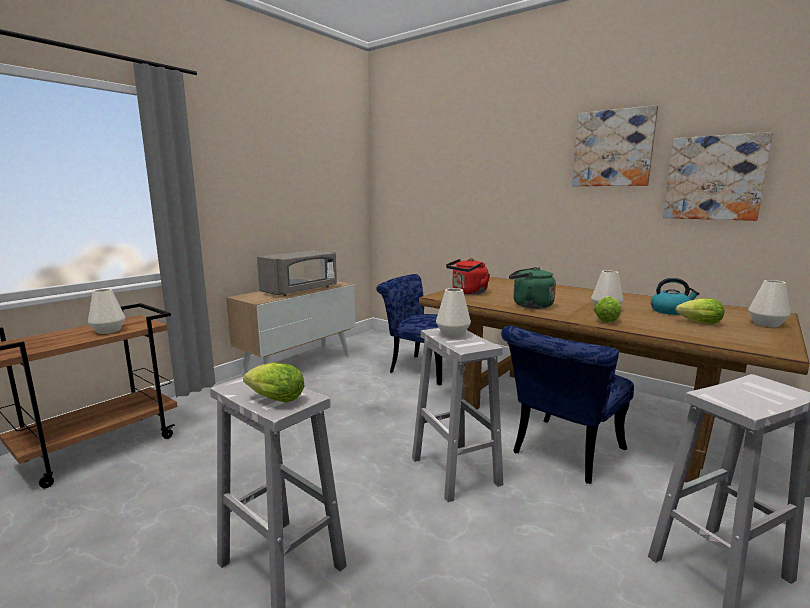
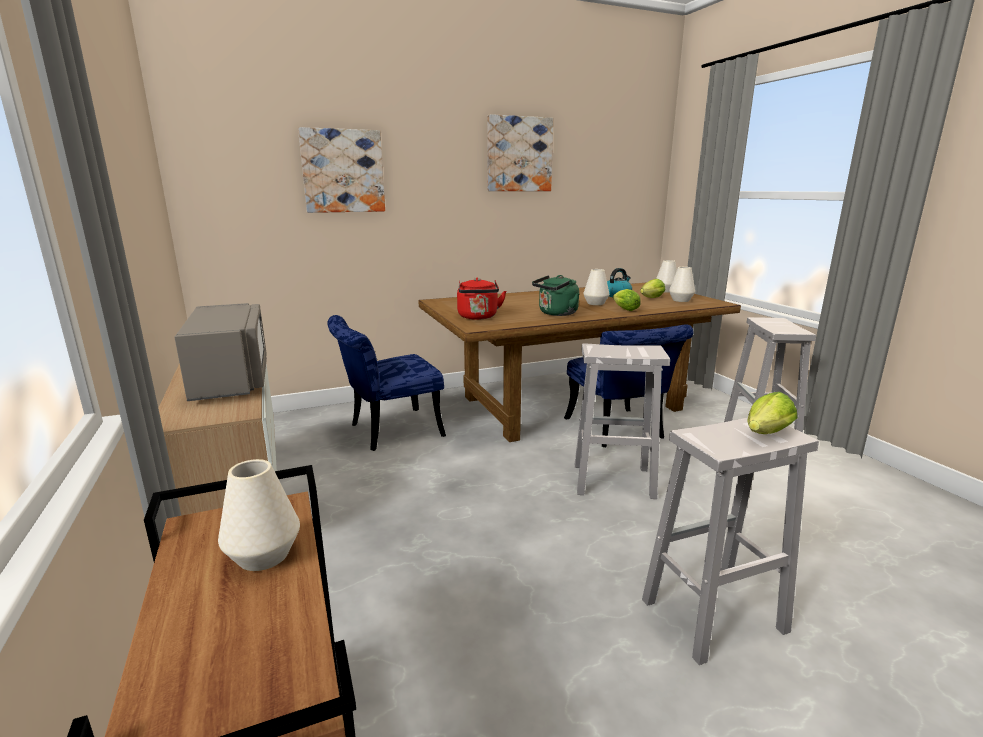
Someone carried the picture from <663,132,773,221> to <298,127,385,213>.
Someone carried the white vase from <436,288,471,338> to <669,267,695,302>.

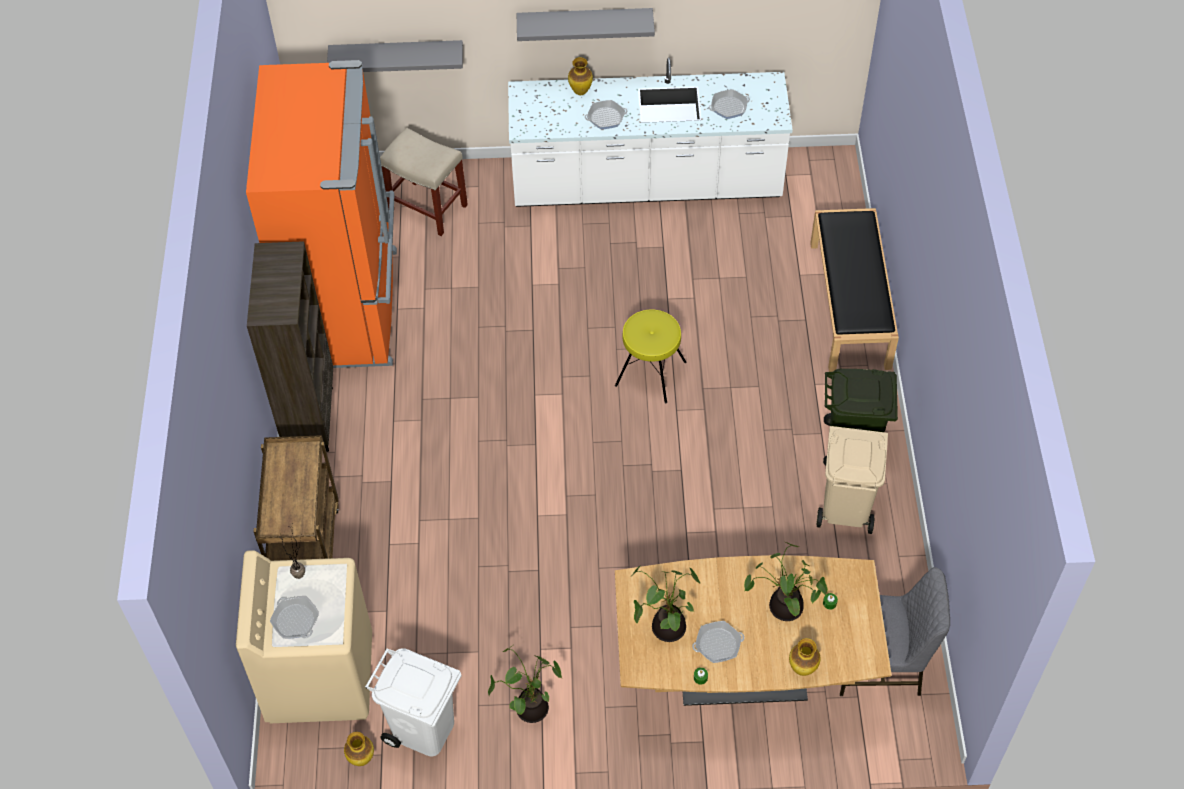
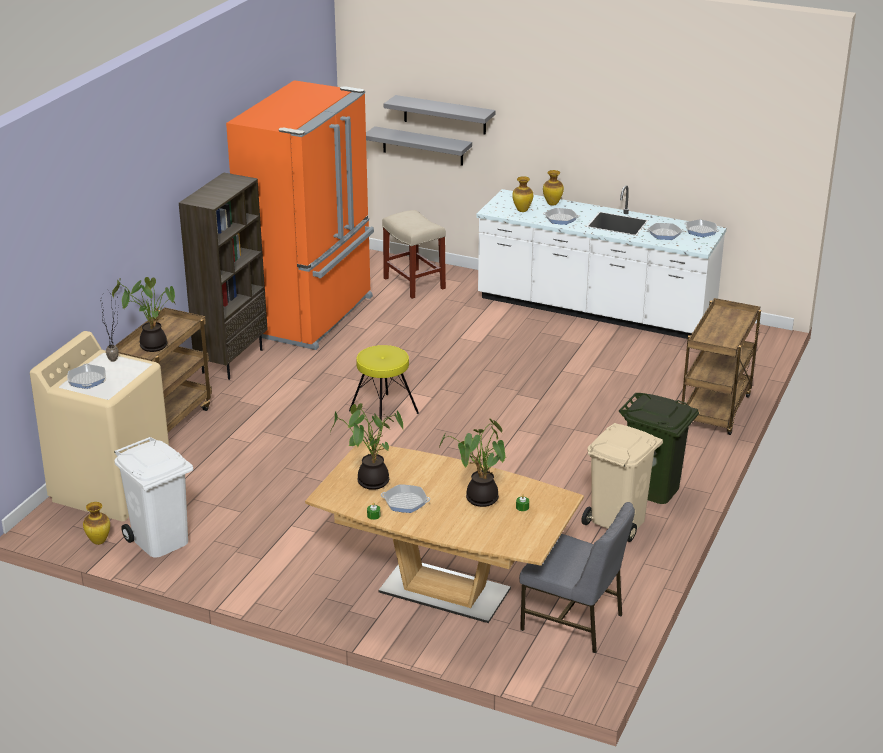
Someone carried the potted plant from <488,645,562,723> to <112,277,175,352>.
Someone carried the yellow stool from <615,310,686,403> to <349,345,419,430>.
Someone carried the grey shelf from <517,8,655,41> to <384,95,496,135>.
Someone carried the vase from <789,638,821,676> to <512,176,533,212>.
Someone swapped the black bench at <810,208,899,372> for the brown cart at <682,298,761,435>.
Someone put down the frying pan at <684,219,719,237>.

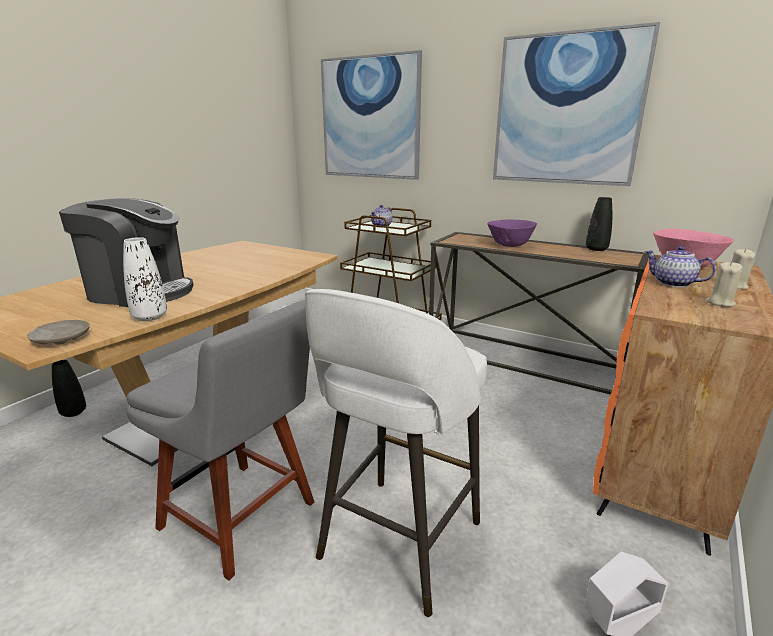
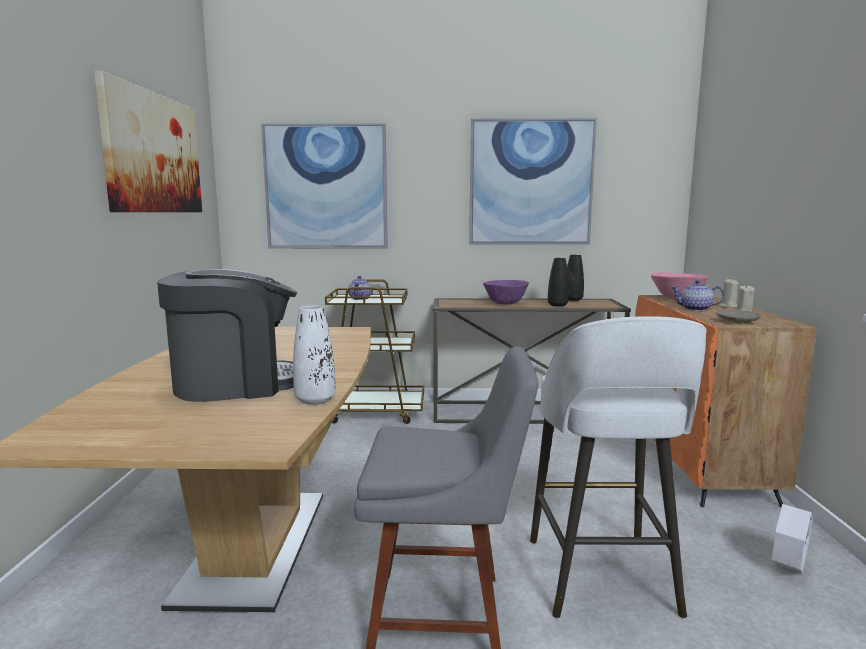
Someone put up the picture at <94,71,202,212>.
Someone carried the black vase from <52,360,86,417> to <548,258,569,307>.
Someone carried the beige plate from <27,320,90,345> to <716,310,762,324>.

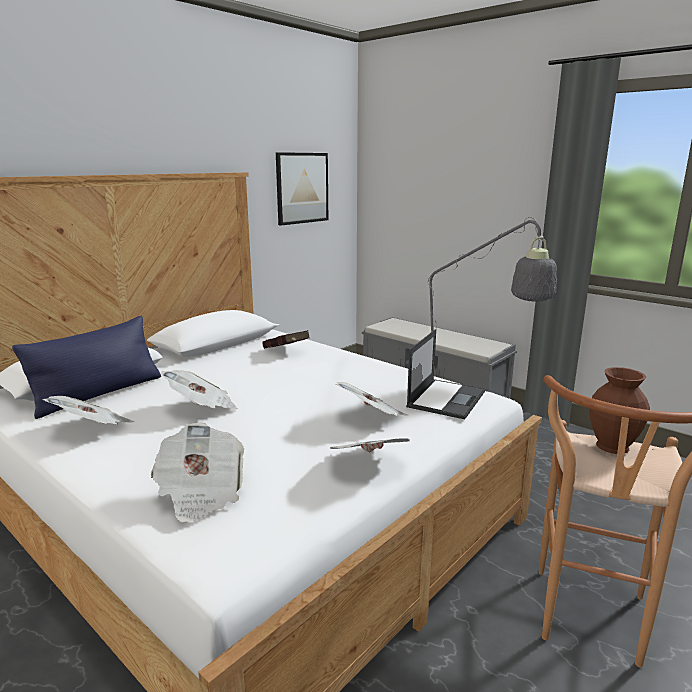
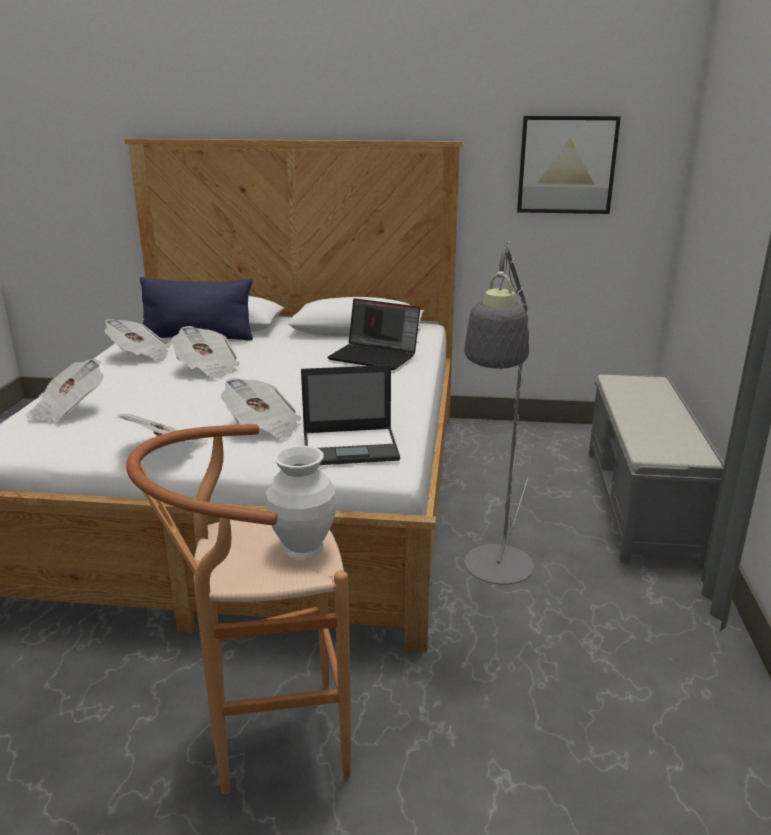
Someone repainted the brown vase at <590,367,650,454>, which became the white vase at <265,445,336,559>.
Someone swapped the red book at <262,330,310,349> for the laptop at <327,298,420,370>.

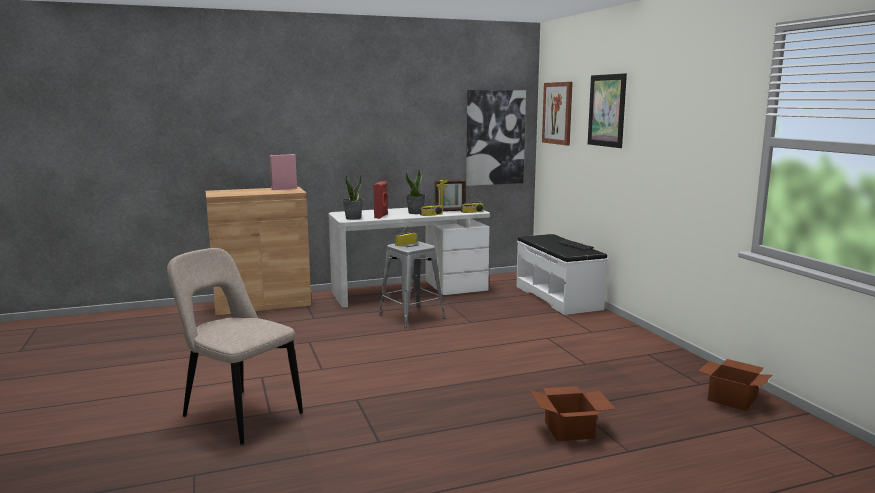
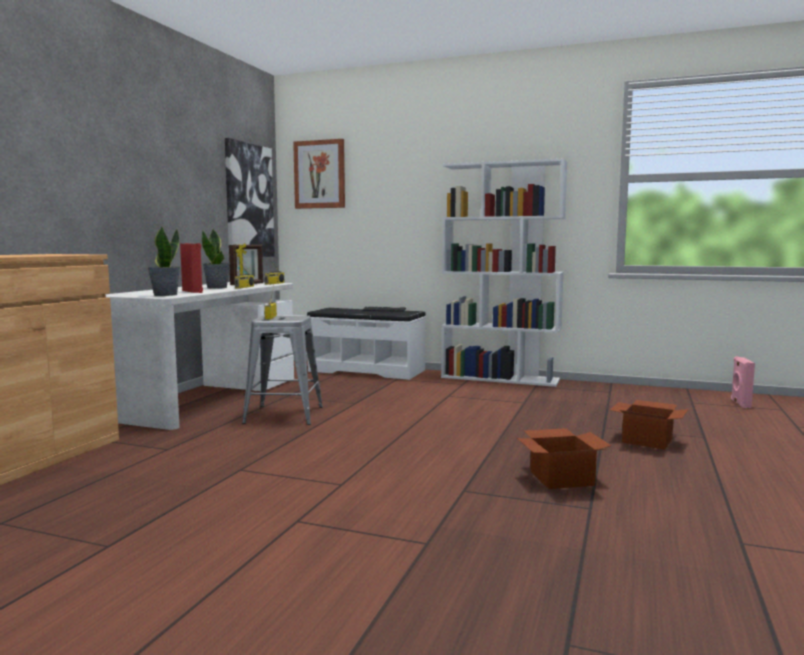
Someone put down the white bookcase at <441,158,567,387>.
Someone carried the cardboard box from <698,359,772,411> to <517,428,612,489>.
Someone carried the pink speaker from <269,154,297,190> to <731,357,755,408>.
Someone took away the beige chair at <167,248,303,445>.
Someone took away the picture at <588,73,627,148>.

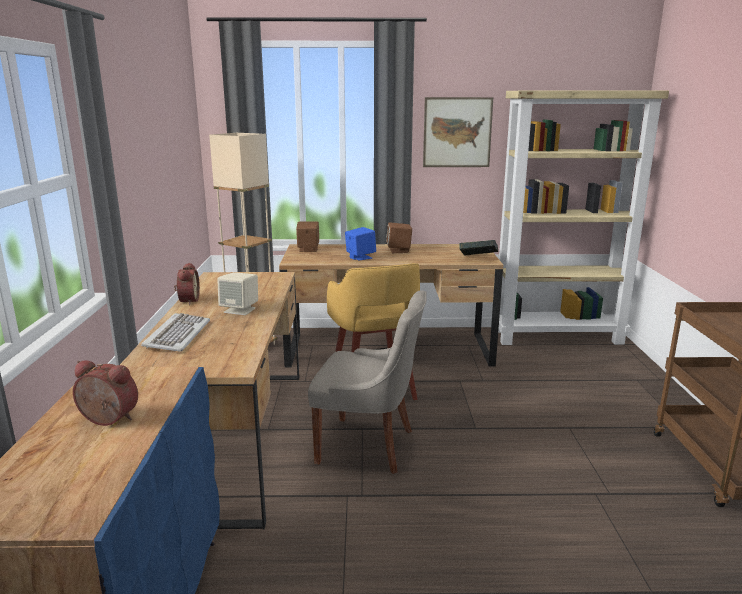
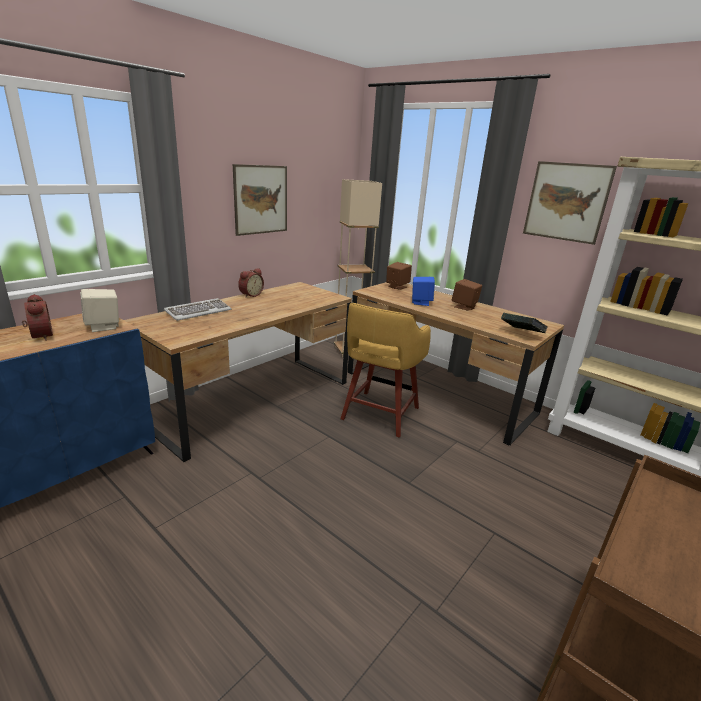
Someone carried the beige speaker from <217,272,258,315> to <80,289,119,332>.
Someone put up the picture at <233,164,287,236>.
Someone took away the grey chair at <308,291,427,474>.

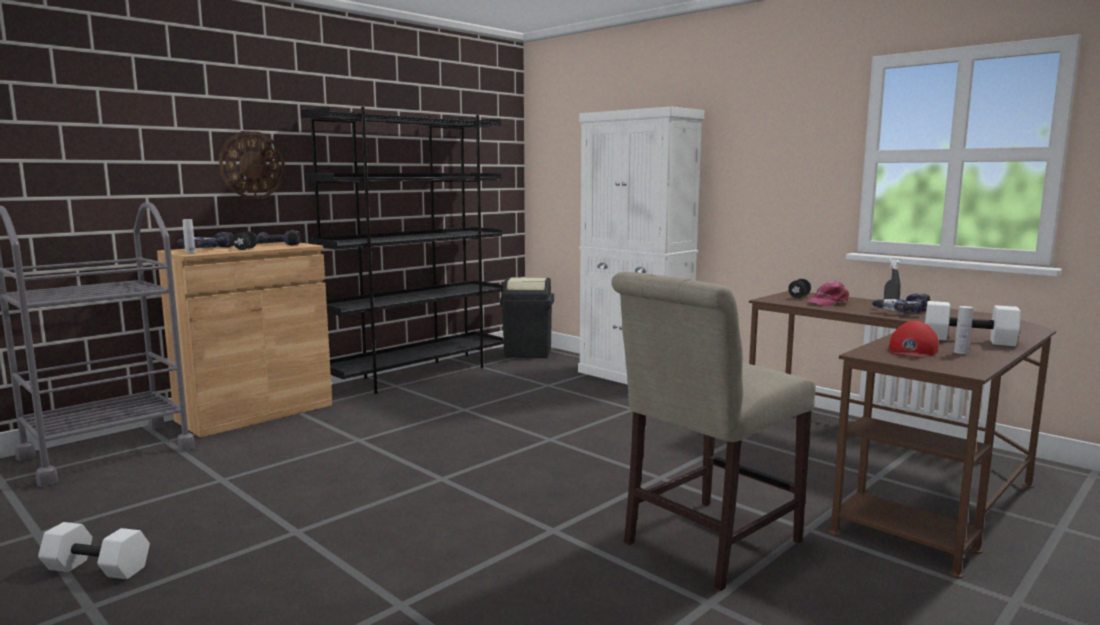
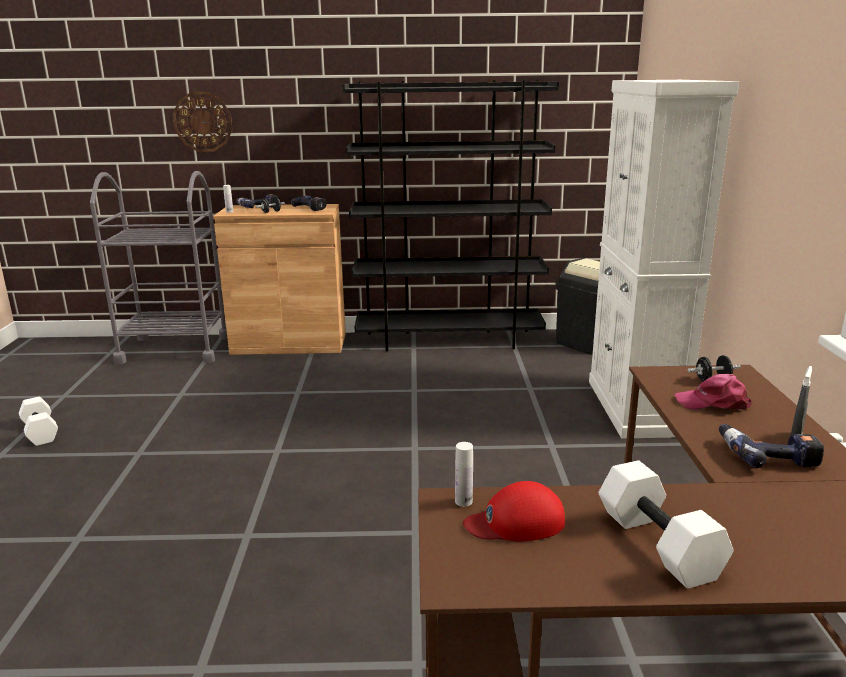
Someone carried the wall clock from <219,131,285,199> to <173,91,233,152>.
Someone carried the white bottle from <954,306,973,354> to <455,442,473,507>.
Someone took away the beige chair at <611,272,816,591>.

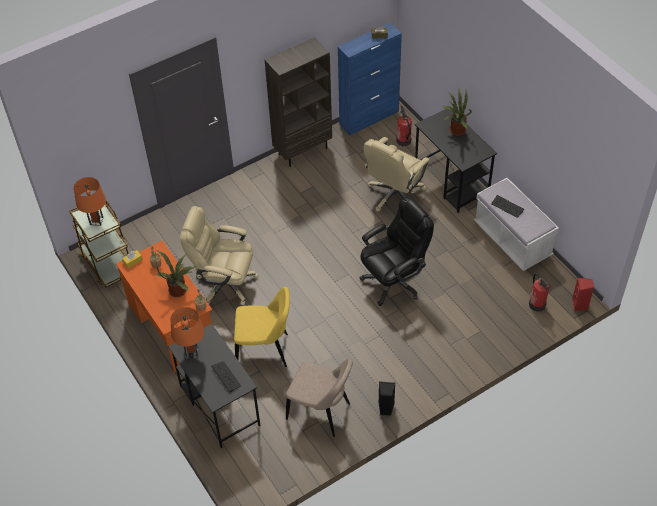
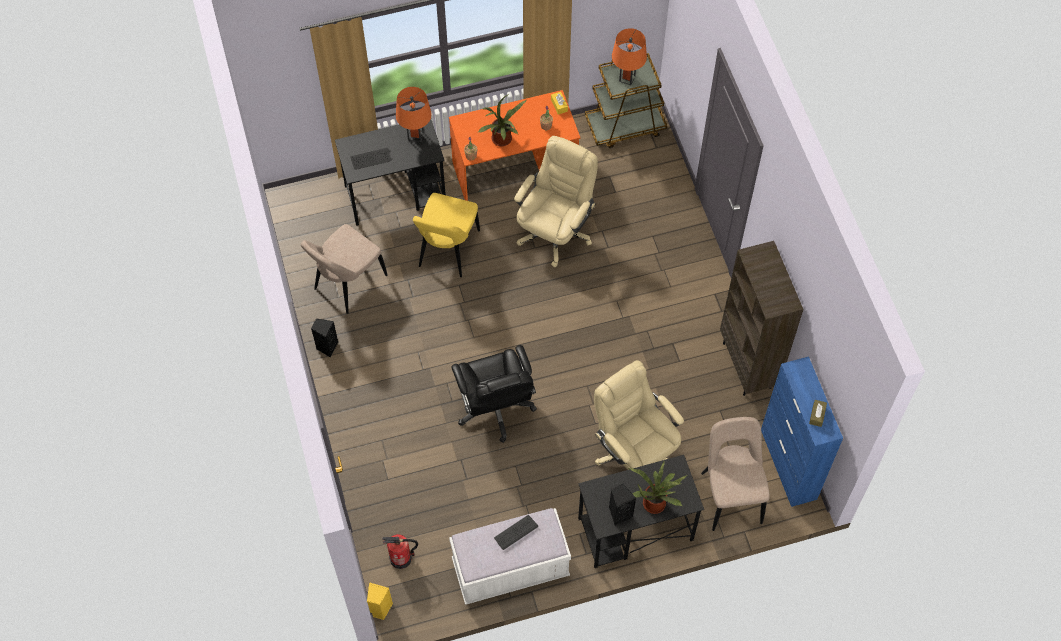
Someone repainted the red speaker at <572,278,594,312>, which became the yellow speaker at <367,582,393,620>.
Someone put down the black speaker at <609,484,636,526>.
Someone swapped the fire extinguisher at <396,106,412,146> for the beige chair at <701,417,770,531>.

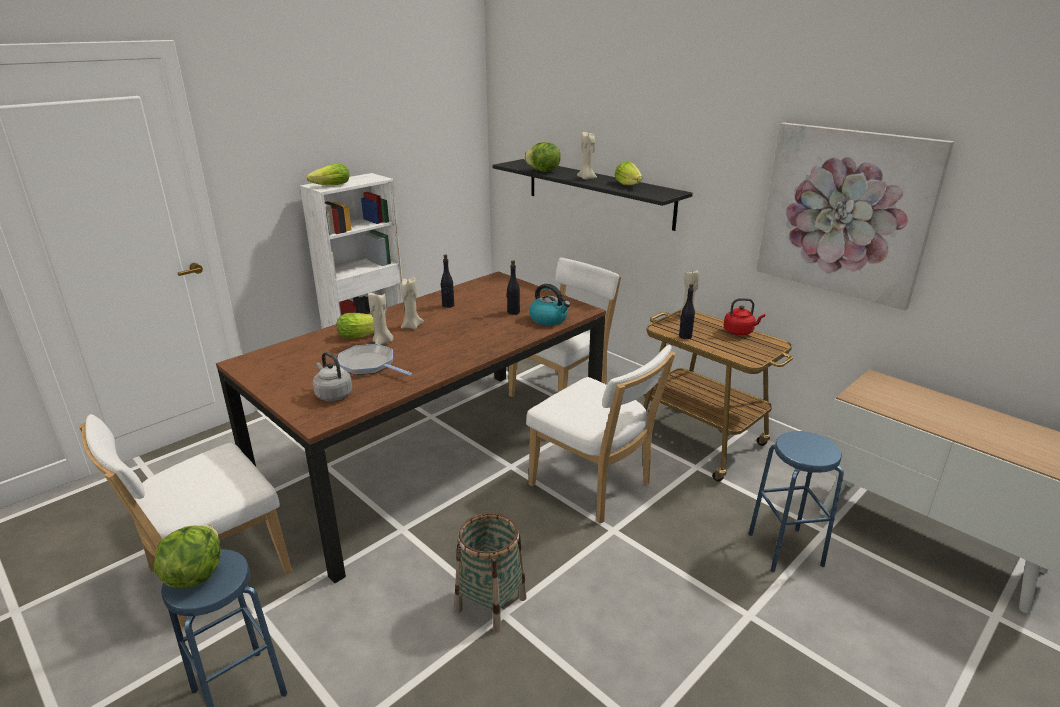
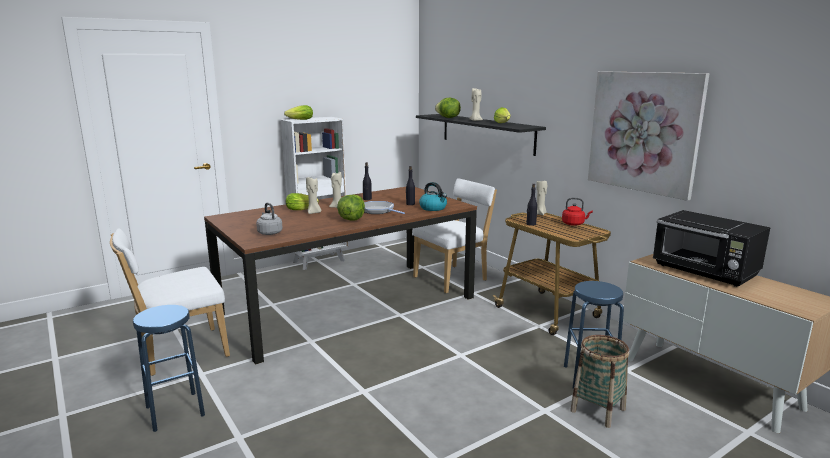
Someone carried the lettuce from <154,525,221,589> to <337,195,365,221>.
Someone carried the frying pan from <338,344,413,376> to <364,201,405,214>.
Someone carried the basket from <455,512,527,633> to <570,335,629,428>.
Someone put down the black microwave at <653,210,771,287>.
Someone took away the white chair at <526,345,676,524>.

